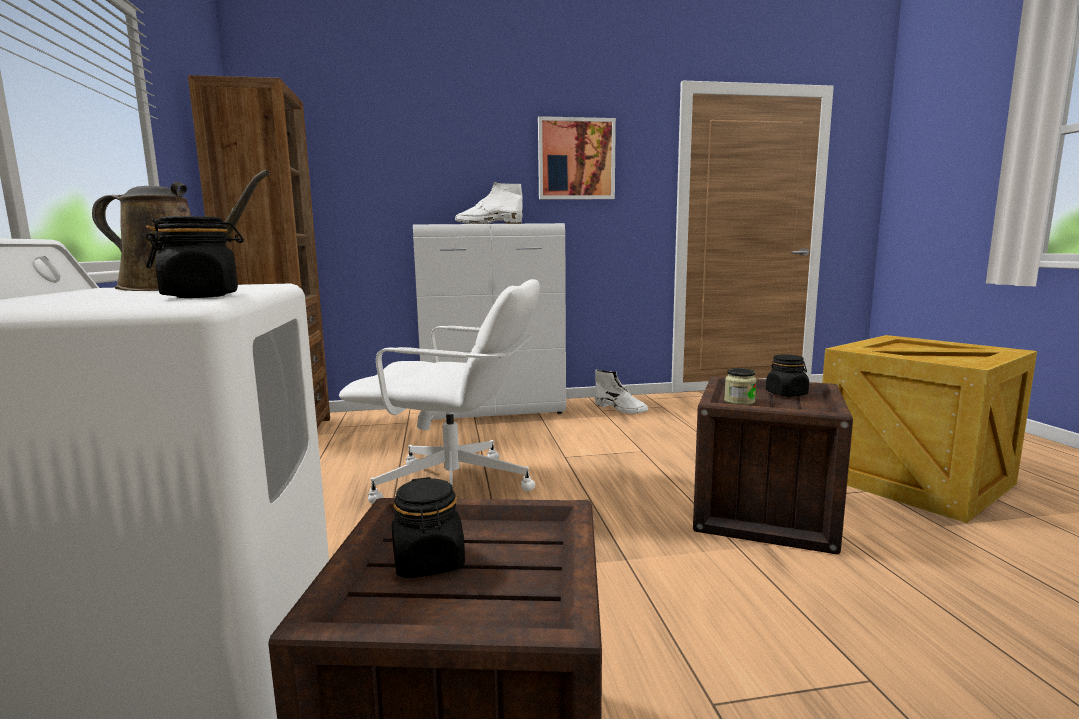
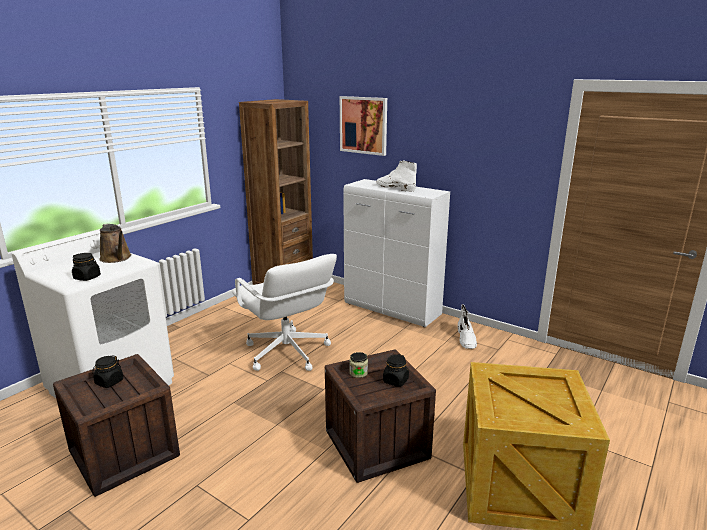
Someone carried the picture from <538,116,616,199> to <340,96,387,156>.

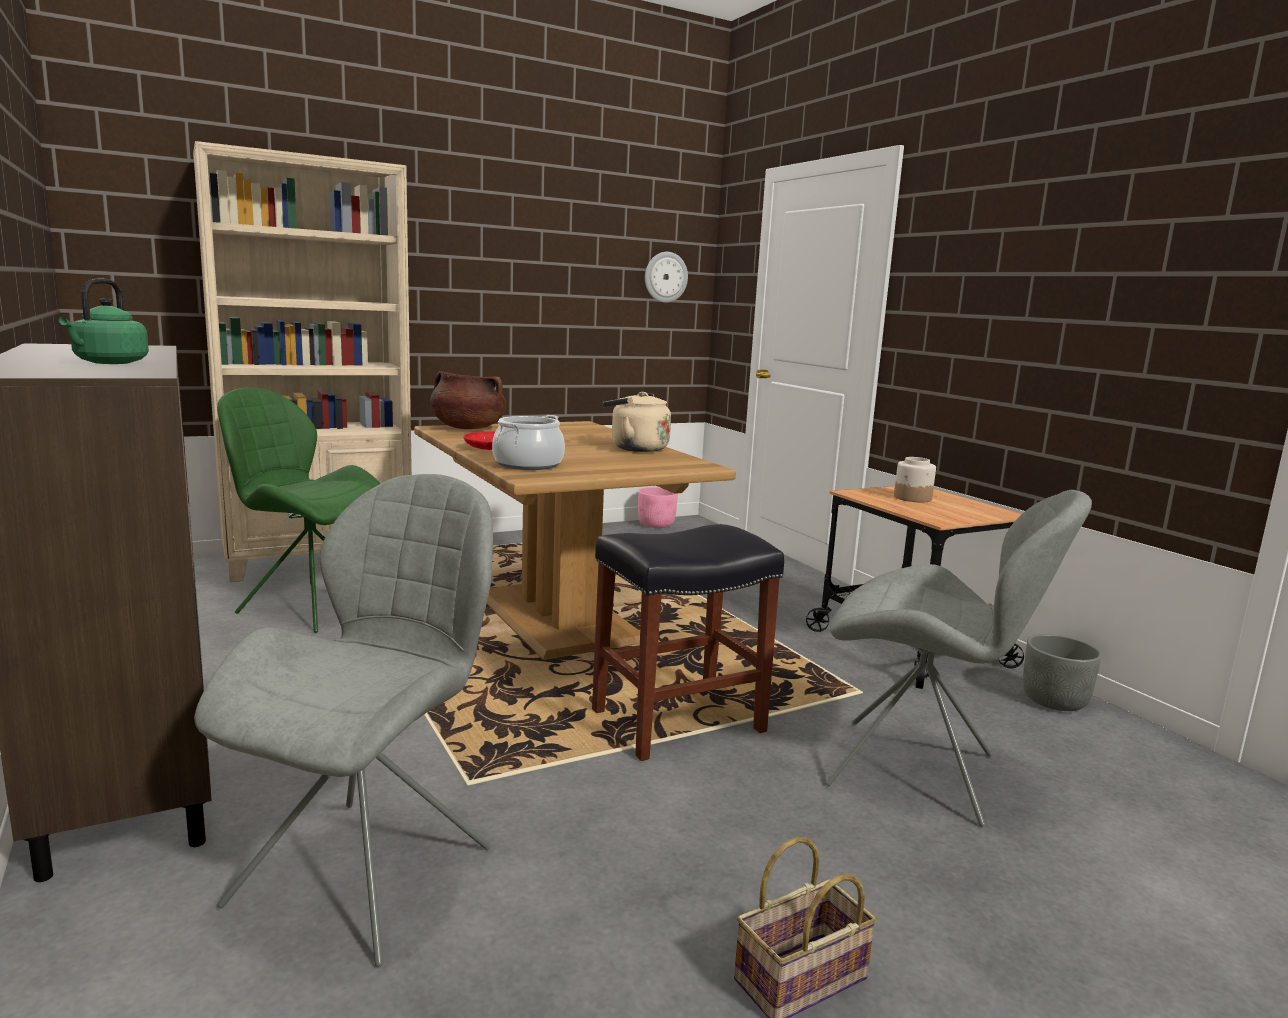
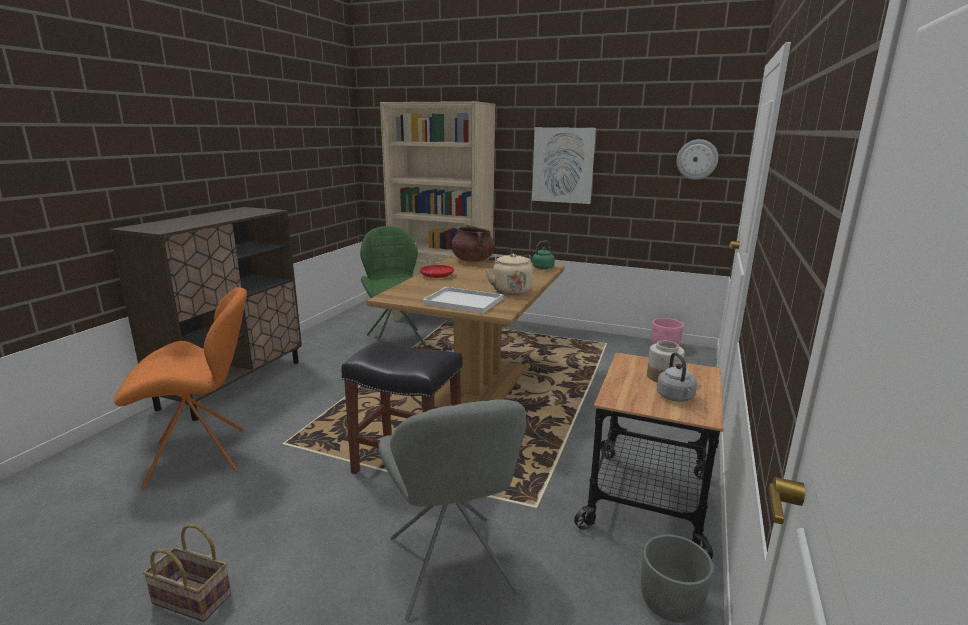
Someone repainted the grey chair at <194,474,493,967>, which became the orange chair at <114,287,247,489>.
Someone put down the white tray at <422,287,503,314>.
Someone carried the green kettle from <59,279,149,364> to <530,241,555,269>.
Someone put up the picture at <532,127,596,204>.
Someone put down the grey kettle at <657,352,697,402>.
Someone took away the cooking pot at <492,415,565,470>.

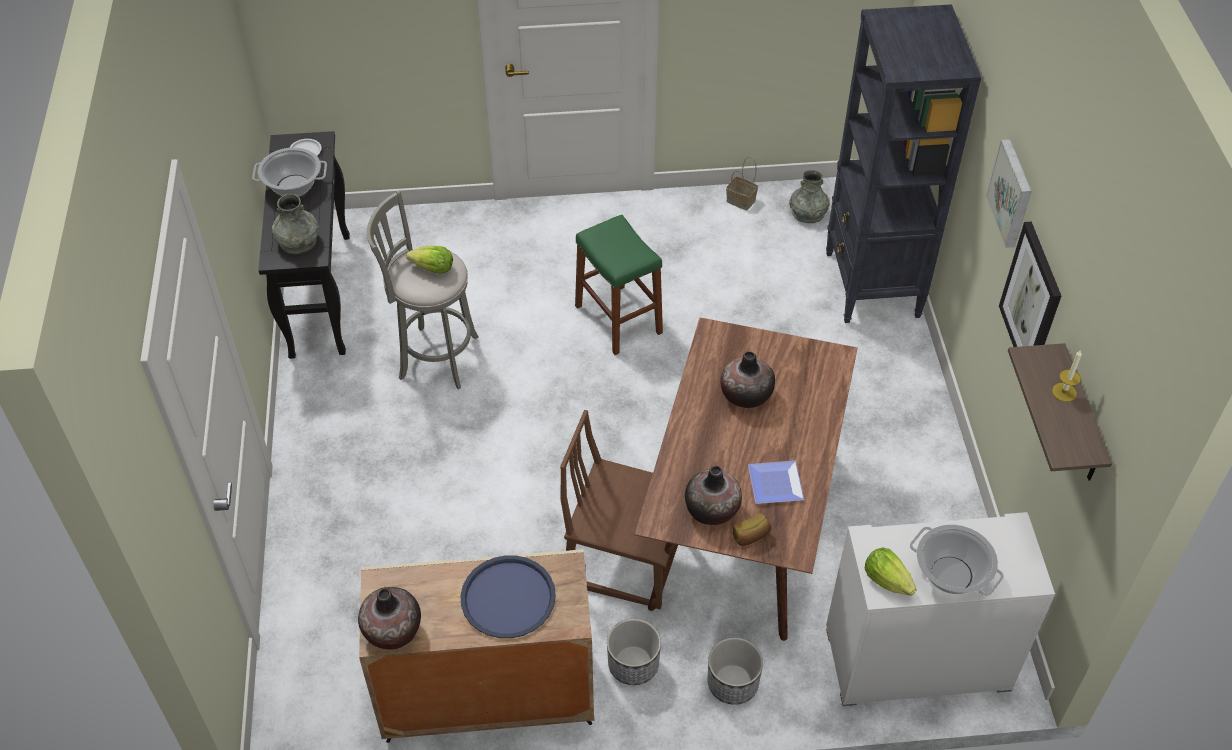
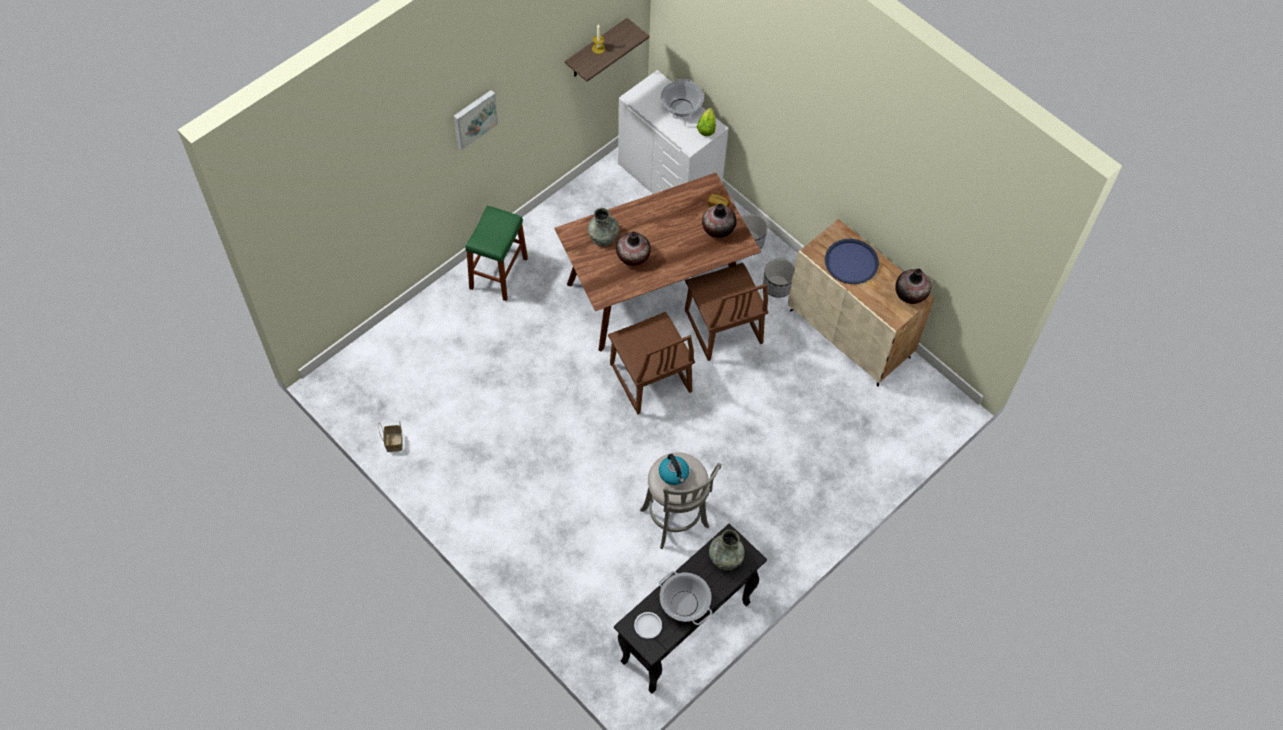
Someone carried the green stool from <575,215,663,355> to <465,206,528,301>.
Someone carried the grey vase from <789,170,830,223> to <588,208,619,247>.
Someone put down the brown chair at <608,312,695,414>.
Someone swapped the lettuce at <406,246,453,274> for the kettle at <659,454,689,485>.
Someone took away the plate at <748,461,804,504>.
Someone took away the black bookcase at <826,4,982,323>.
Someone took away the picture at <999,222,1061,347>.

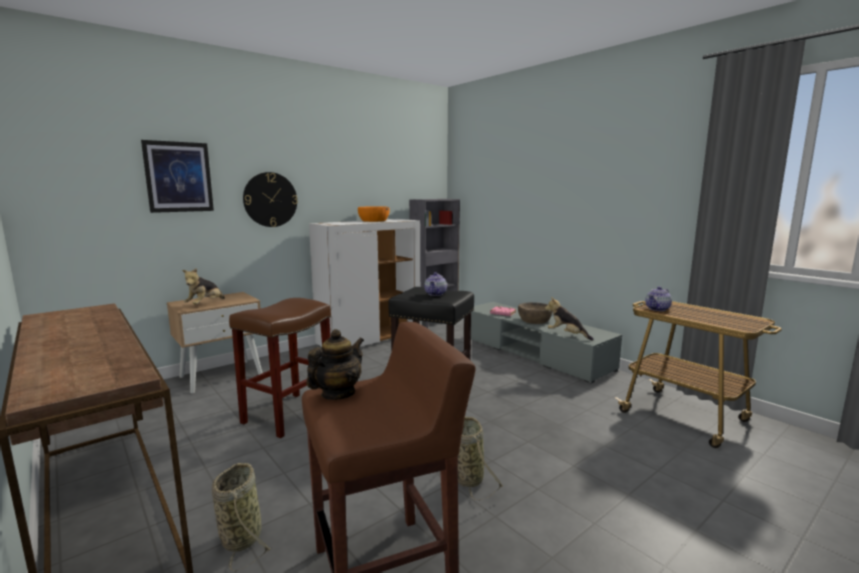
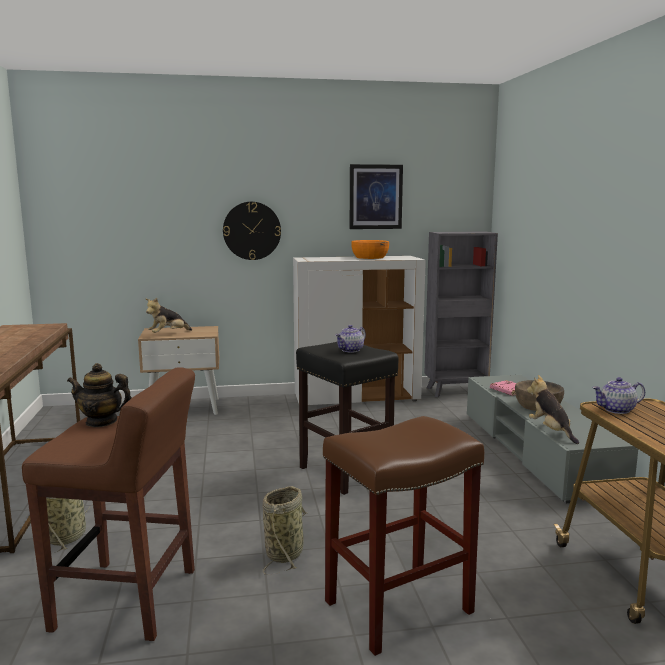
Someone rotated the teapot at <306,329,364,400> by 150 degrees counterclockwise.
Someone carried the brown stool from <229,298,331,438> to <323,416,484,656>.
Someone carried the picture from <141,140,214,213> to <350,164,403,229>.

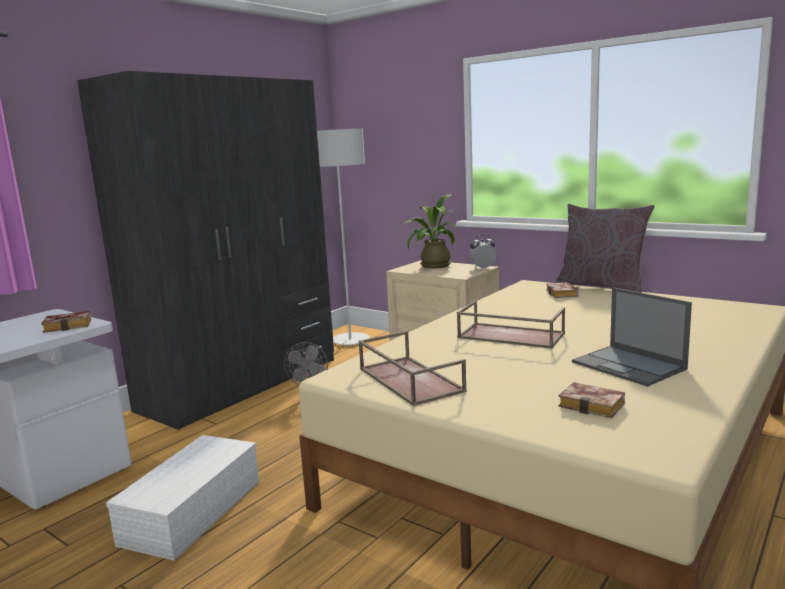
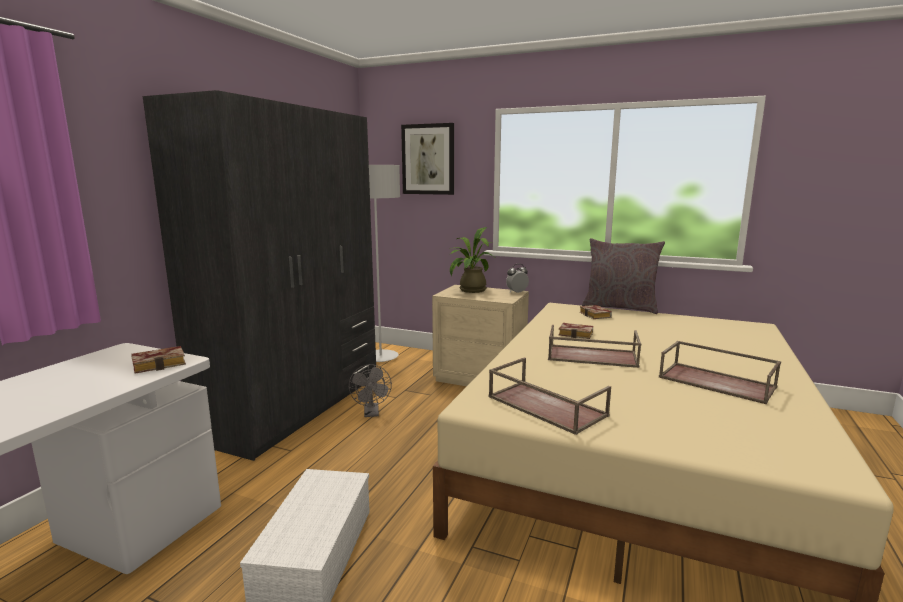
Someone put up the picture at <401,123,454,195>.
Someone carried the book from <558,382,625,418> to <558,323,593,339>.
Someone swapped the laptop at <572,287,692,387> for the brown tray at <659,341,781,404>.

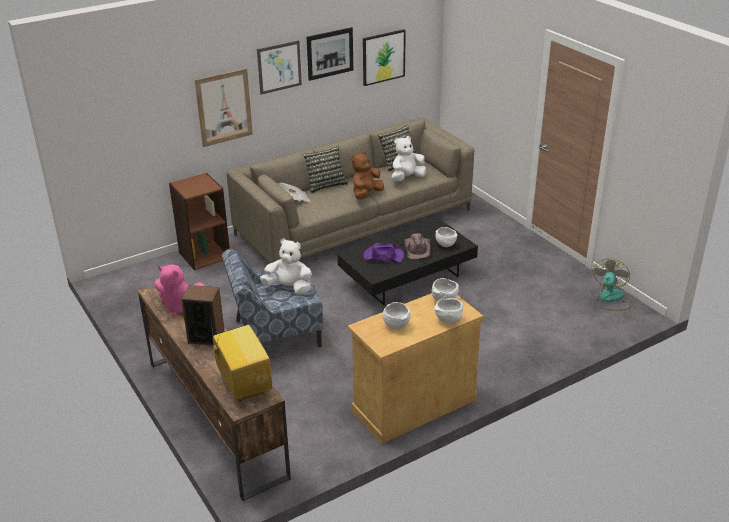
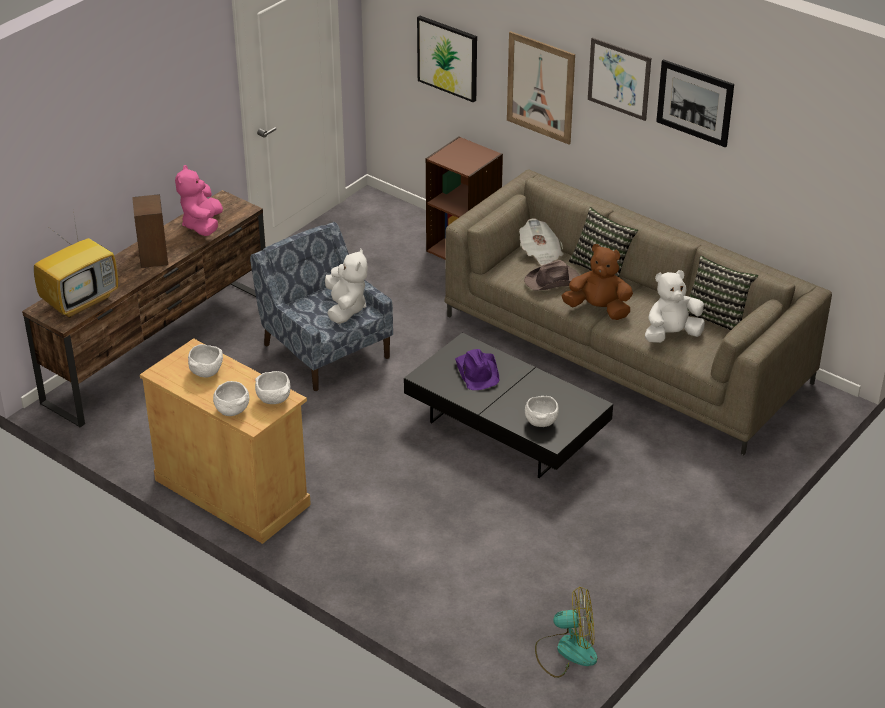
Someone carried the picture from <363,29,406,86> to <417,16,477,103>.
Someone carried the brown hat from <404,233,430,259> to <524,260,580,291>.
Someone rotated the white plush toy at <392,136,426,181> by 60 degrees counterclockwise.

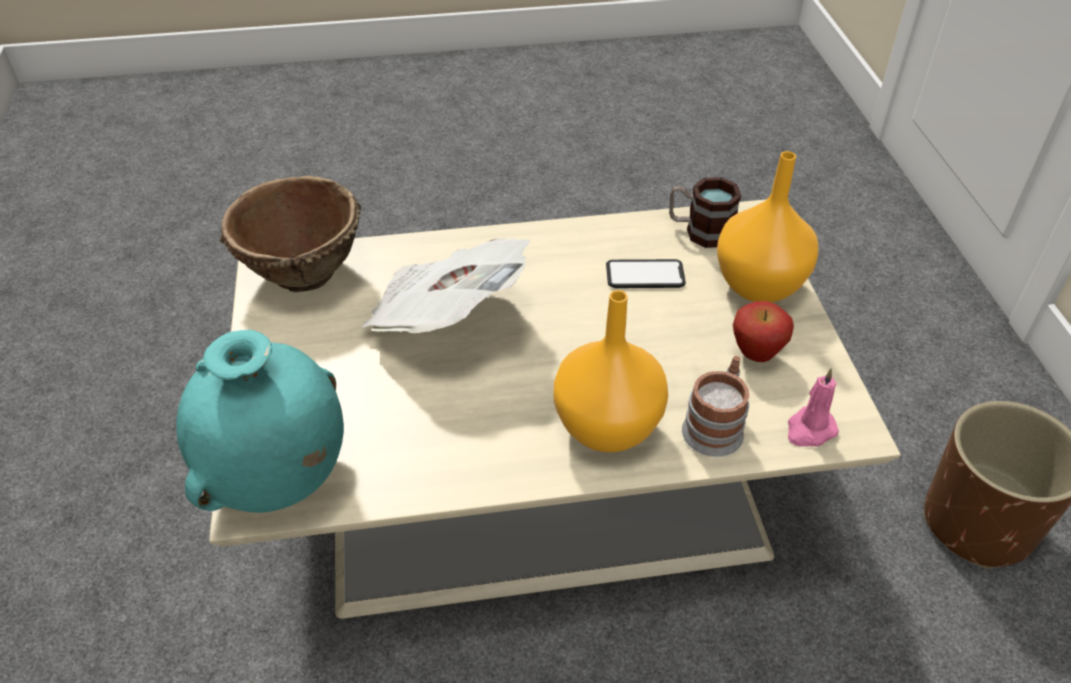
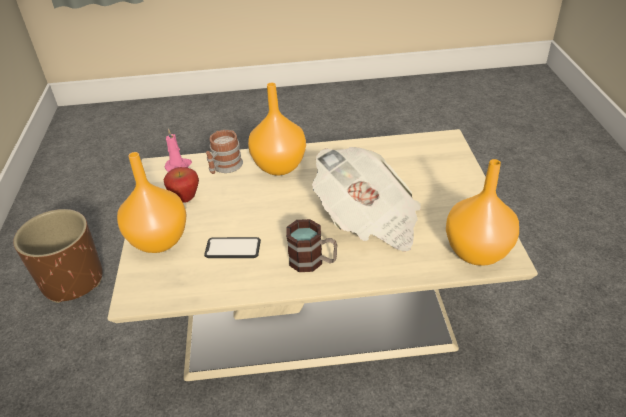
Someone carried the mug from <669,177,742,248> to <286,219,338,272>.
Someone swapped the brown bowl at <219,176,361,292> for the orange vase at <446,159,519,266>.
Someone took away the turquoise vase at <176,330,344,513>.

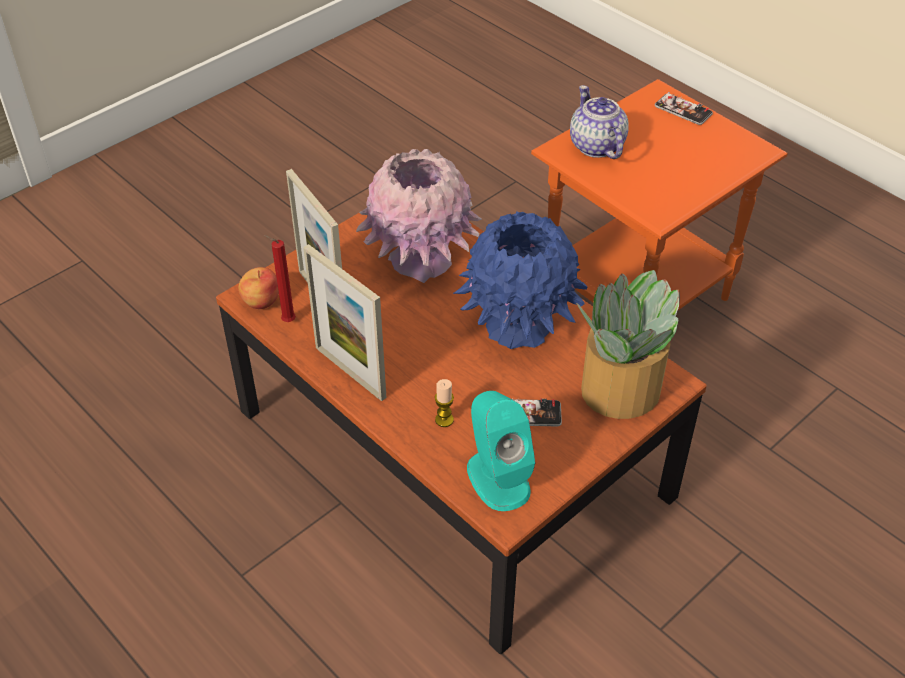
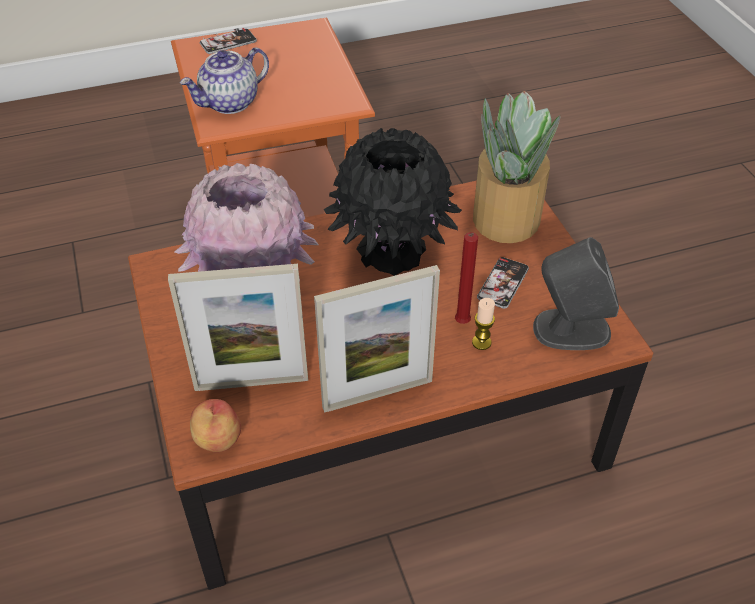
Someone rotated the teapot at <570,85,629,159> by 45 degrees counterclockwise.
Someone repainted the blue vase at <453,211,588,349>, which became the black vase at <324,128,462,276>.
Someone carried the red candle from <263,235,296,322> to <455,232,478,324>.
Someone repainted the turquoise speaker at <467,391,535,511>, which became the grey speaker at <533,237,619,350>.

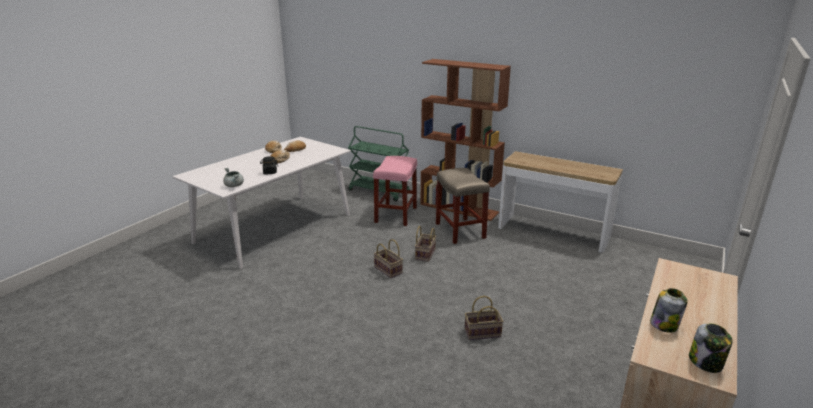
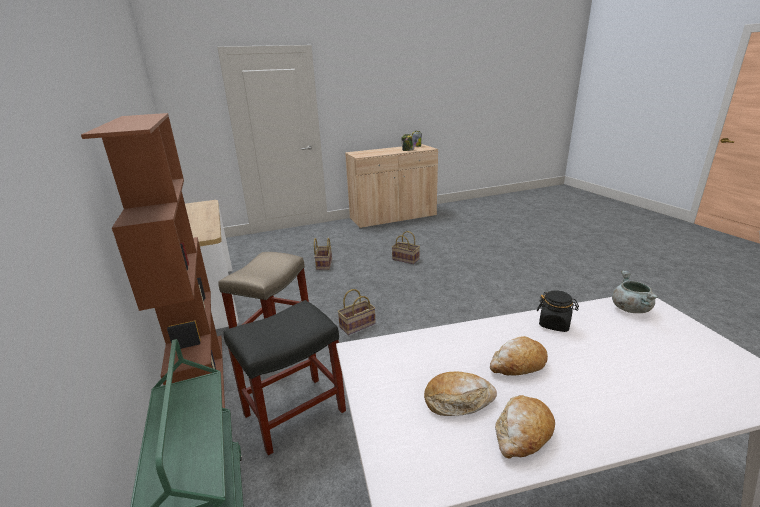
Someone repainted the pink stool at <373,156,417,226>, which became the black stool at <223,300,346,456>.
Someone carried the basket from <374,239,403,278> to <314,238,332,270>.

